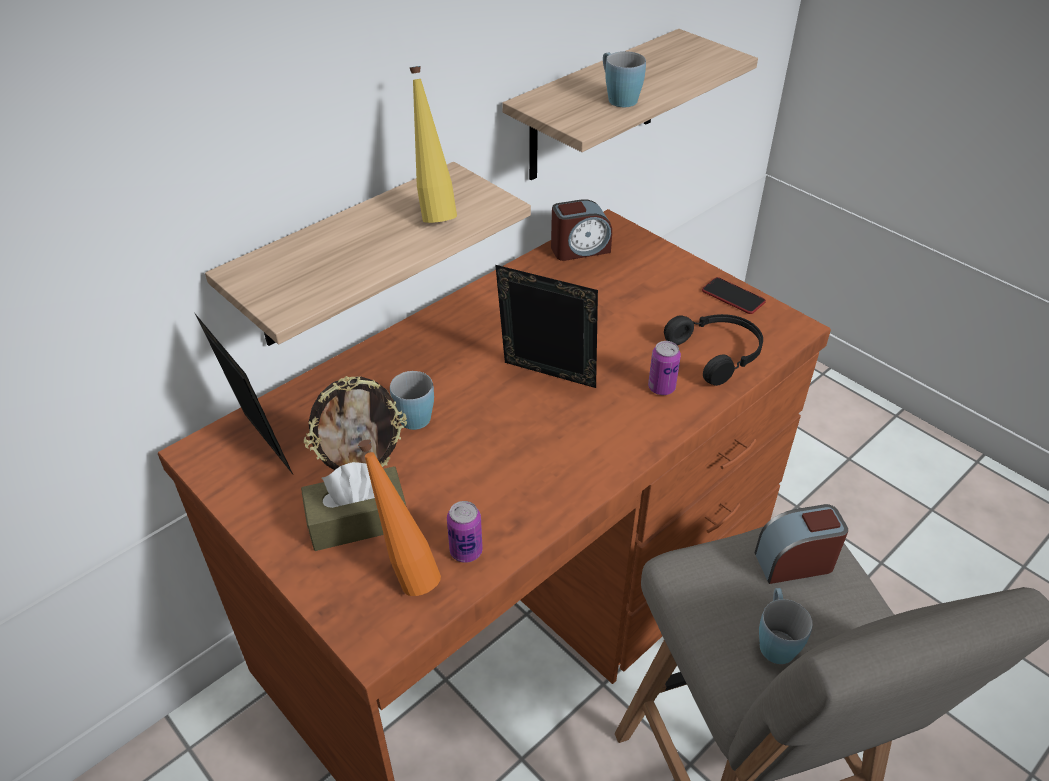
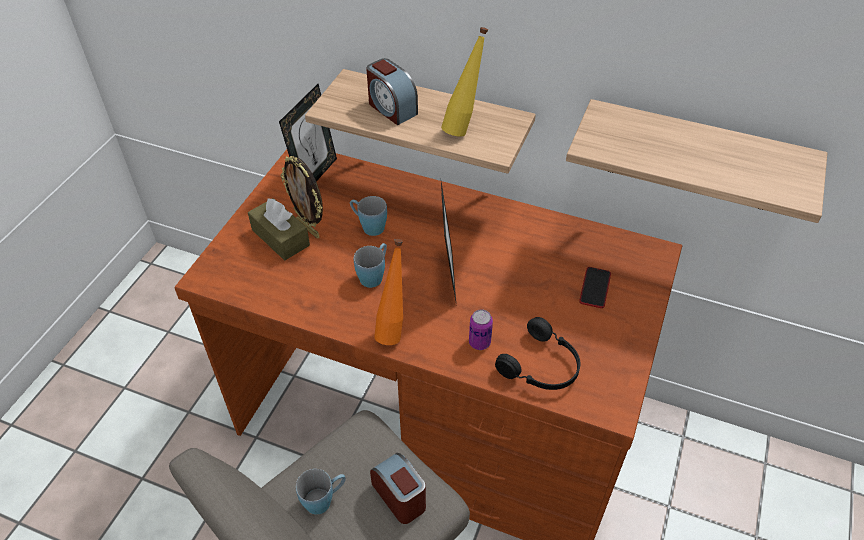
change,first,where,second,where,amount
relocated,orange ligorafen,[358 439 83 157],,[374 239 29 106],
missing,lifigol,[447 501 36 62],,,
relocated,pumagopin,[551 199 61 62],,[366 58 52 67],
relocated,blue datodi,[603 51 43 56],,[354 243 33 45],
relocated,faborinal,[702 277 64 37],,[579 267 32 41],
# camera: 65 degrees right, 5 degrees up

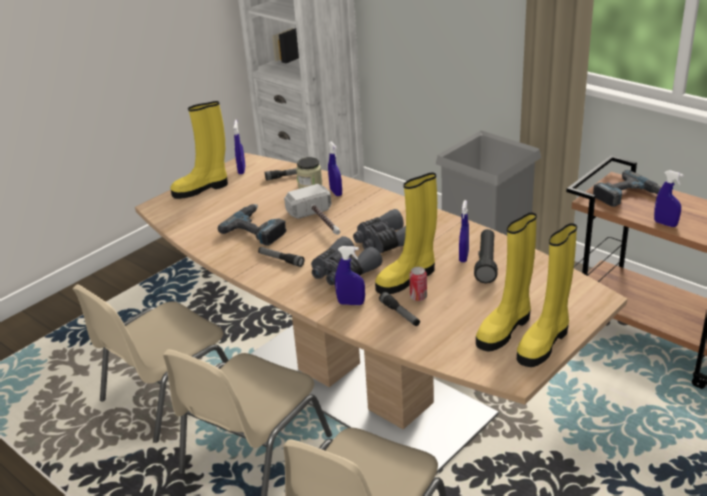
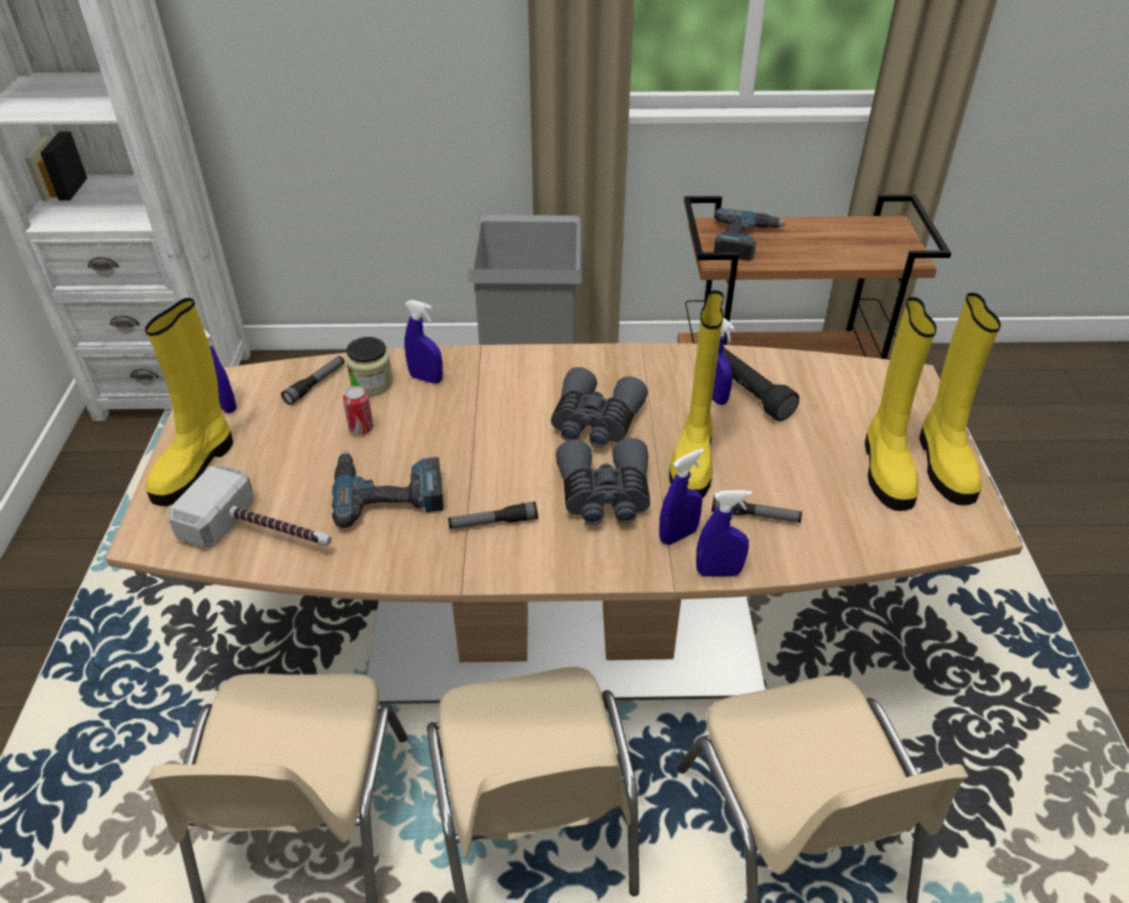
change,first,where,second,where,amount
relocated,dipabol,[284 184 56 51],,[168 466 164 81],
relocated,lifigol,[409 267 18 34],,[343 386 31 49],
relocated,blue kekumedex,[654 170 30 57],,[696 490 56 87],
# camera: 45 degrees left, 10 degrees up

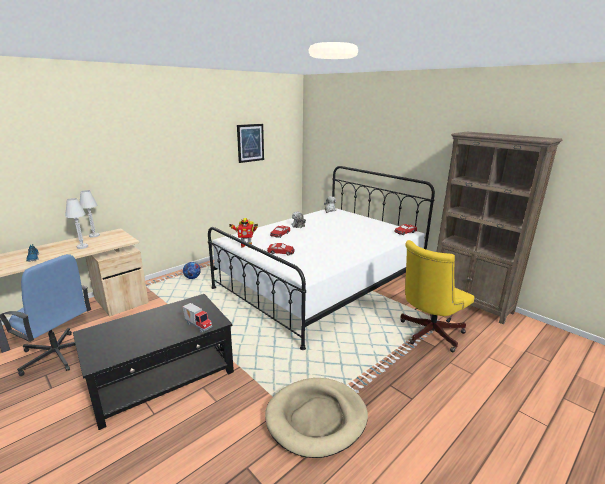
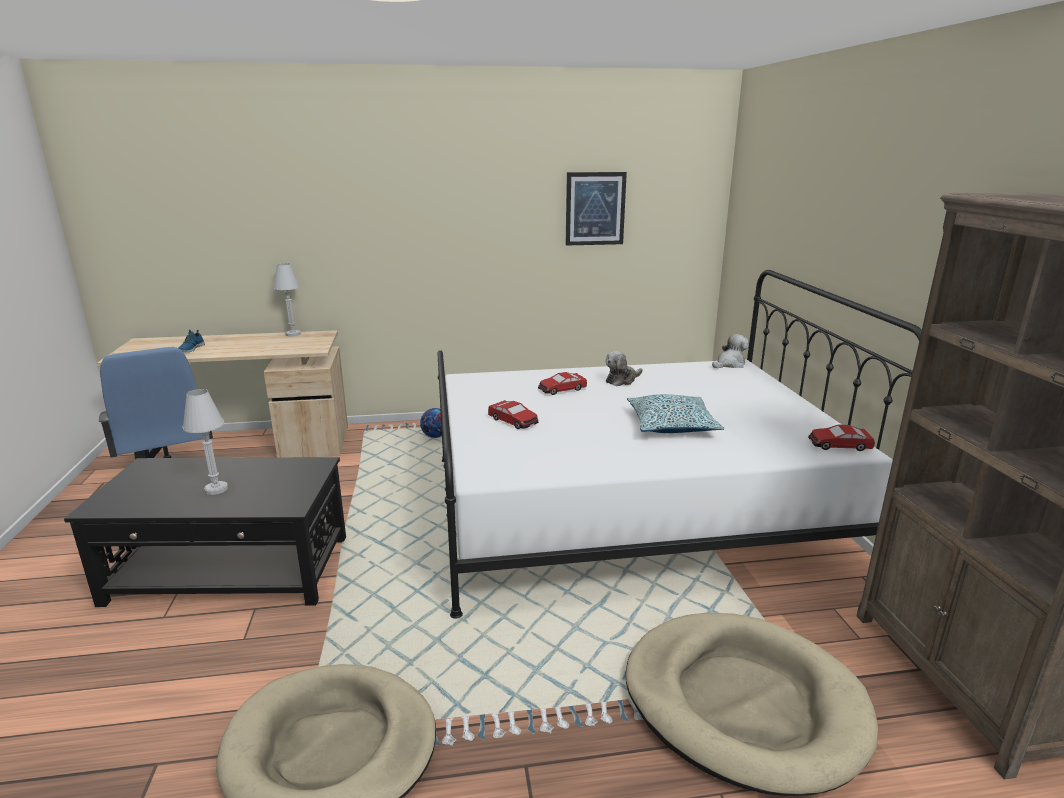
change,first,where,second,where,amount
relocated,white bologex,[65 198 23 51],,[182 389 46 106],
missing,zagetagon,[183 303 29 30],,,
missing,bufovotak,[229 218 29 30],,,
exchanged,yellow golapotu,[400 240 74 112],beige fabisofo,[626 613 252 183],
appeared,,,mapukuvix,[627 394 98 39],
# camera: 35 degrees right, 0 degrees up

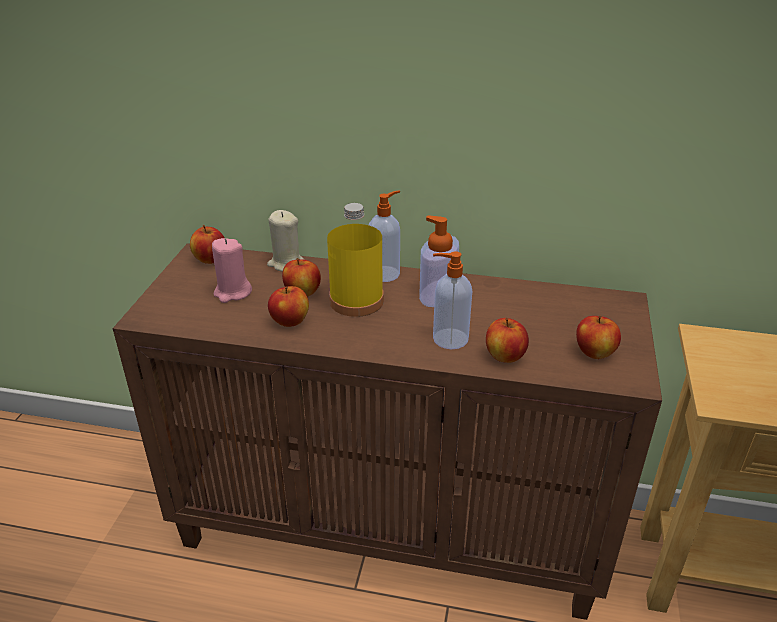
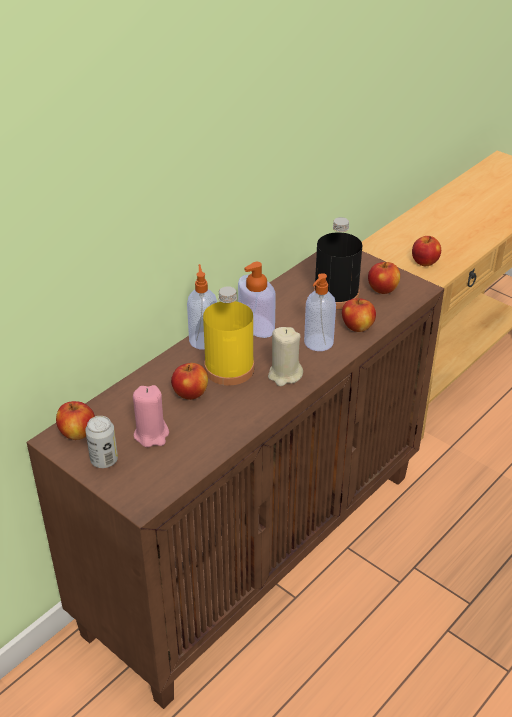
change,first,where,second,where,amount
relocated,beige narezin,[267 210 37 62],,[268 327 35 59],
relocated,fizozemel,[268 286 41 41],,[412 236 29 30],
appeared,,,lifigol,[85 416 33 52],
appeared,,,black ligorafen,[314 217 48 93],
# camera: 60 degrees left, 5 degrees up

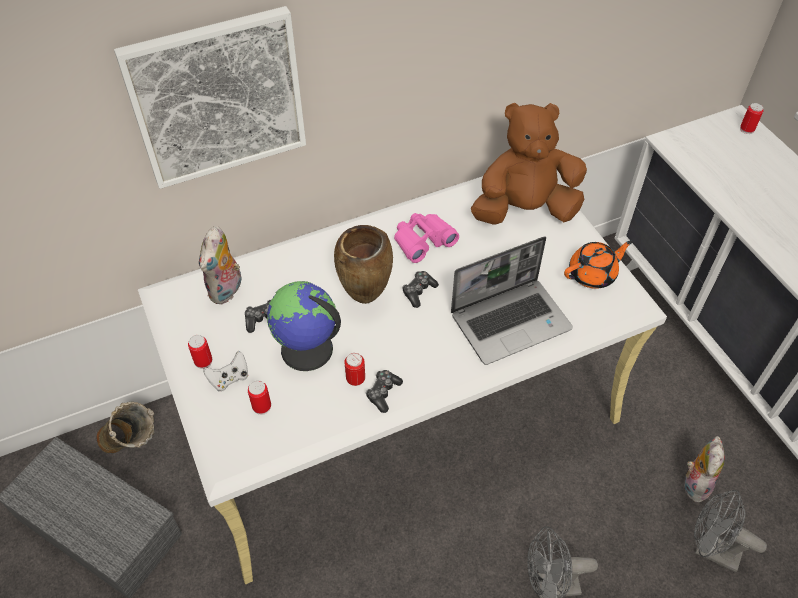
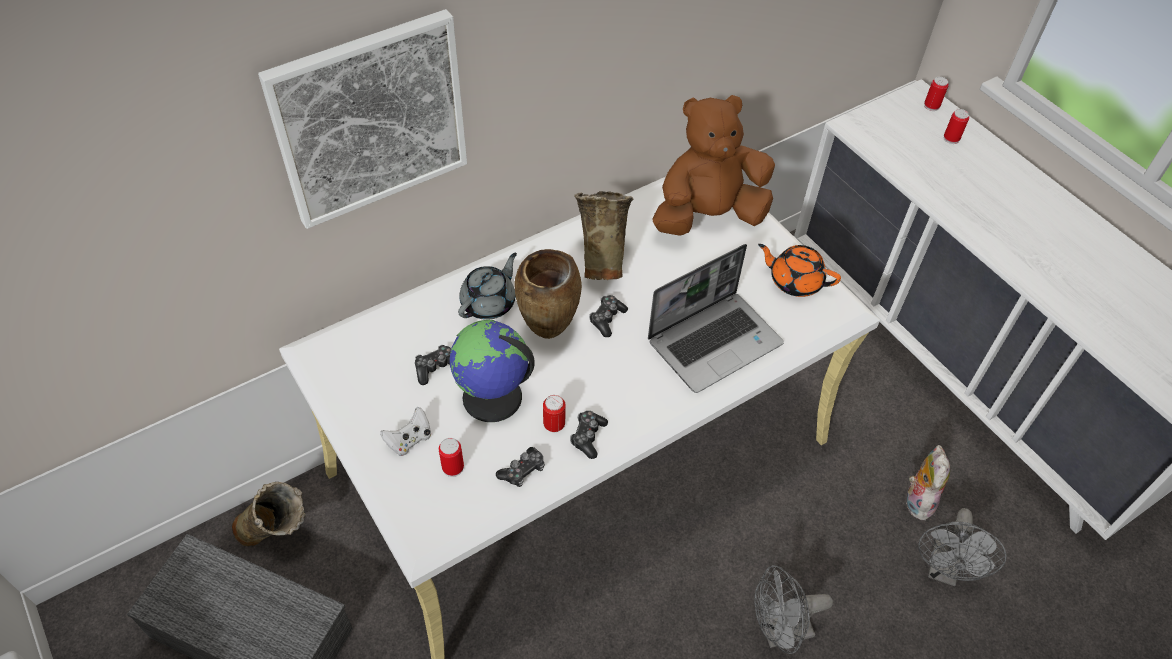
change,first,where,second,where,amount
relocated,lifigol,[188 335 24 34],,[944 109 25 35],
missing,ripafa,[199 226 42 78],,,
exchanged,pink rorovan,[394 213 65 50],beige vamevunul,[574 191 60 89],
spun,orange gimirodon,[564 241 69 48],,[758 244 83 53],120 degrees counterclockwise
spun,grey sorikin,[694 490 73 82],,[918 508 89 78],90 degrees counterclockwise
appeared,,,grey gimirodon,[458 252 59 68],
appeared,,,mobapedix,[496 447 49 40],
# camera: 10 degrees left, 0 degrees up

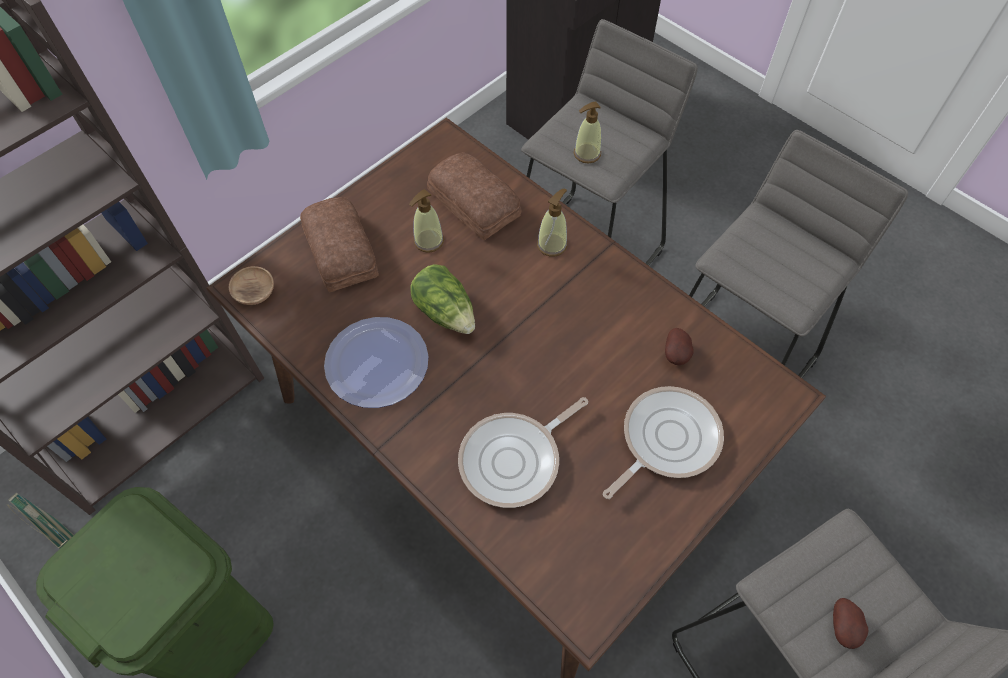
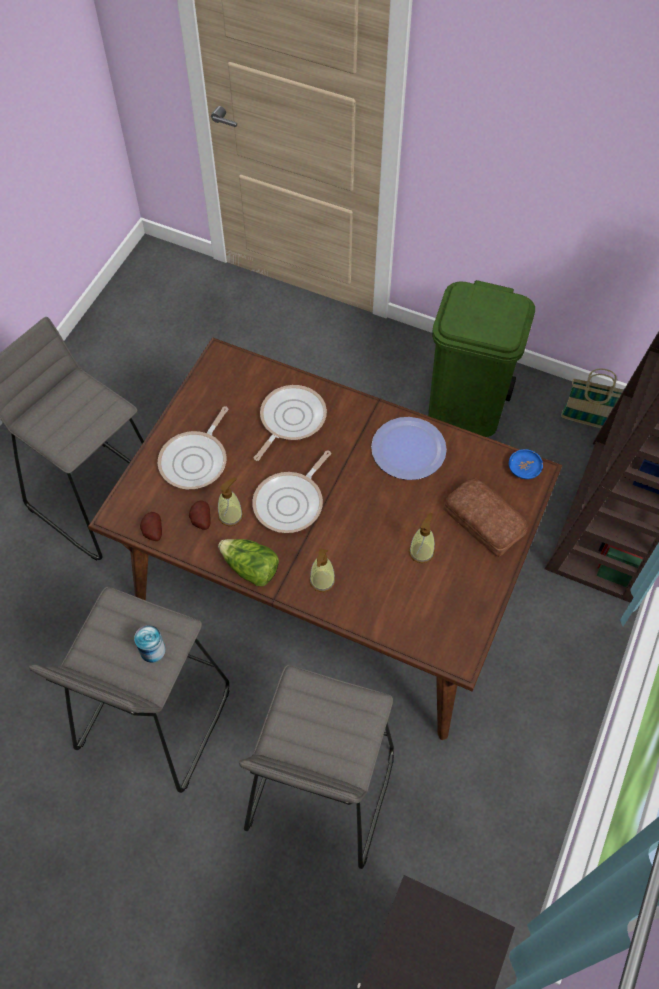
change,first,where,second,where,amount
colour,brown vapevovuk,[229 266 45 39],blue vapevovuk,[509 449 34 30],
relocated,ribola,[410 264 65 70],,[218 539 61 47],
missing,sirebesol,[427 152 94 88],,,
relocated,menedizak,[574 102 28 61],,[218 477 25 49],
relocated,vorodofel,[833 598 36 51],,[140 512 22 29],
appeared,,,lifigol,[134 625 32 38],
appeared,,,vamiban,[252 451 79 82],
# camera: 160 degrees right, 0 degrees up

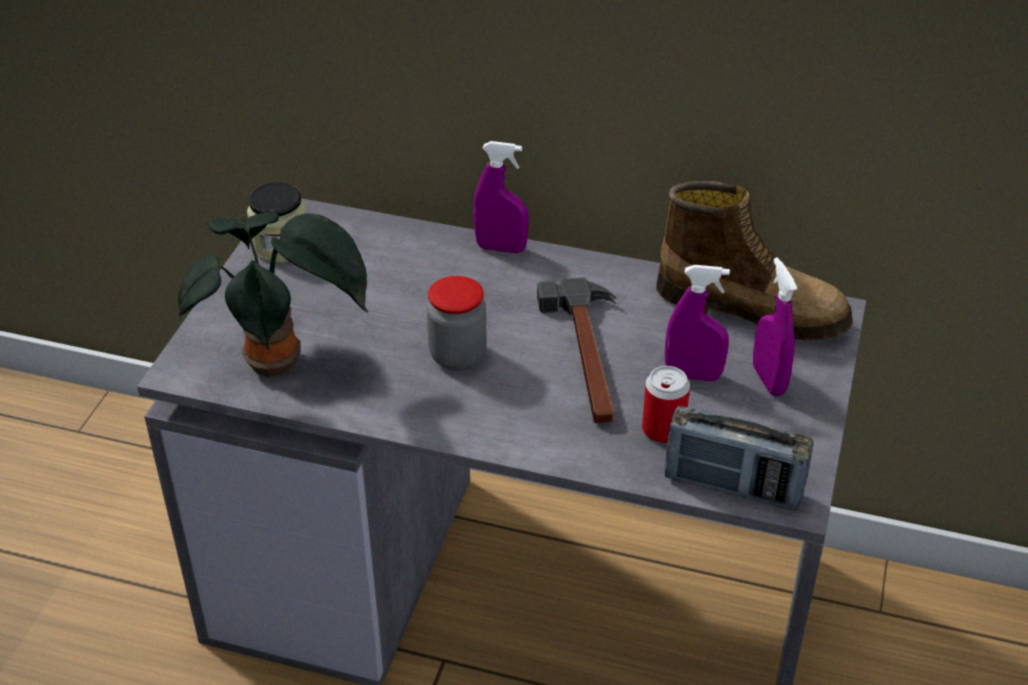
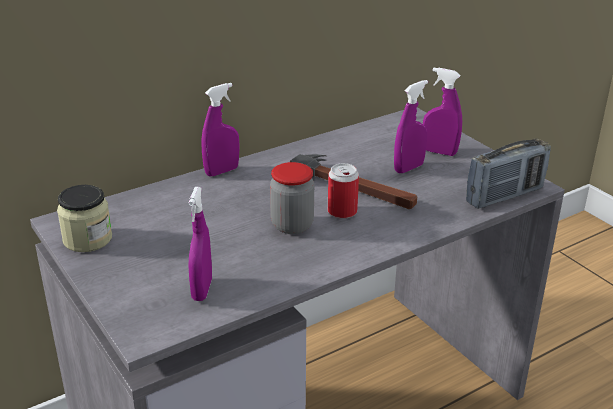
change,first,where,second,where,amount
exchanged,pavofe,[178 212 190 165],purple kekumedex,[188 187 24 114],
relocated,lifigol,[642 366 48 77],,[328 163 31 56],
missing,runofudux,[656 181 197 159],,,
# camera: 50 degrees left, 10 degrees down

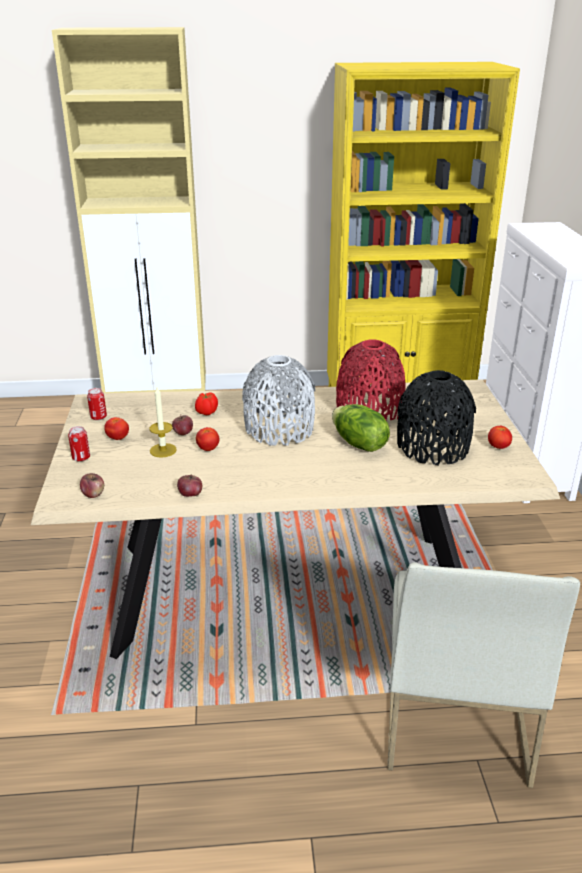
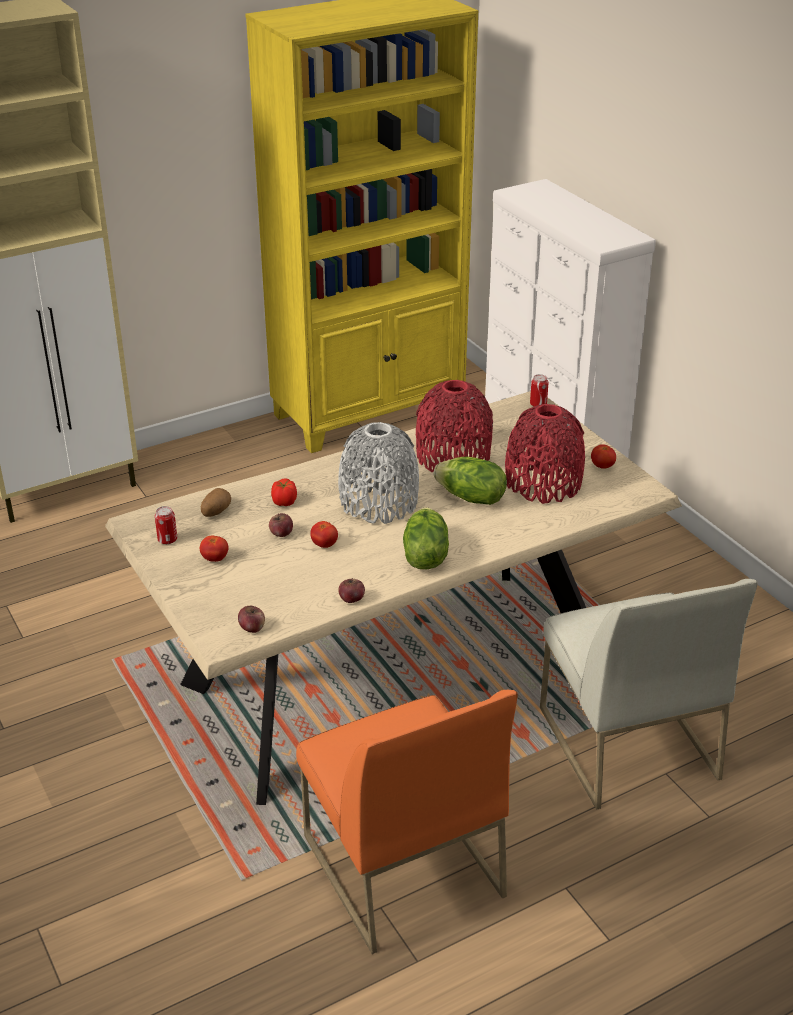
change,first,where,second,where,amount
relocated,lifigol,[68 426 22 36],,[530 374 18 32],
missing,narezin,[149 387 28 71],,,
colour,black vamevunul,[397 370 79 96],red vamevunul,[505 404 80 100],
appeared,,,vorodofel,[201 488 30 29],
appeared,,,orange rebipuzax,[296 690 222 264],
appeared,,,ribola,[403 507 46 62],
# camera: 25 degrees left, 5 degrees up

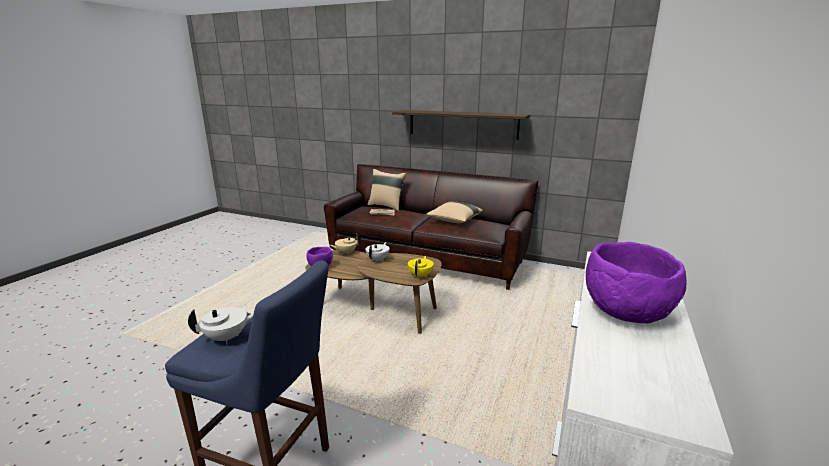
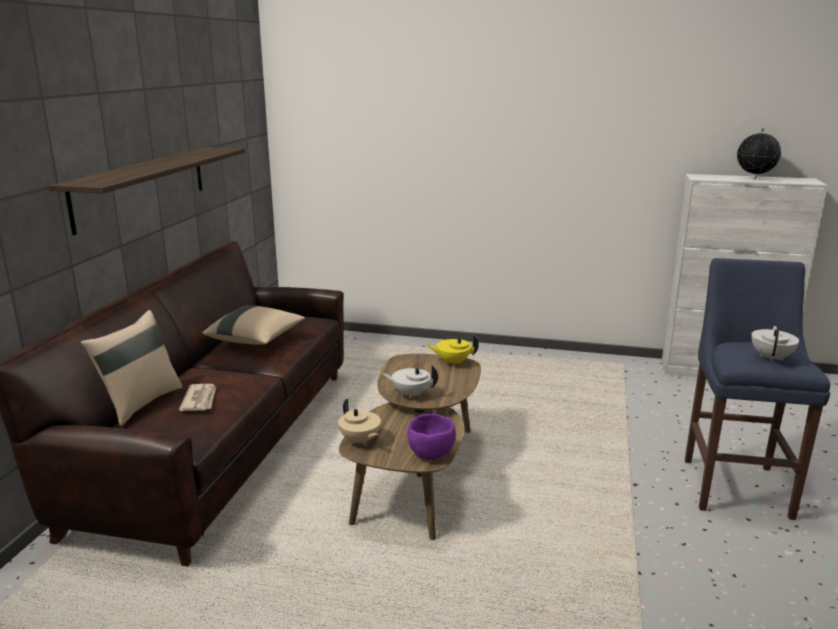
change,first,where,second,where,amount
spun,white gimirodon,[188 307 66 37],,[751 326 48 36],60 degrees clockwise
exchanged,purple vapevovuk,[586 242 101 81],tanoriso,[737 128 44 52],
# camera: 100 degrees left, 0 degrees up

